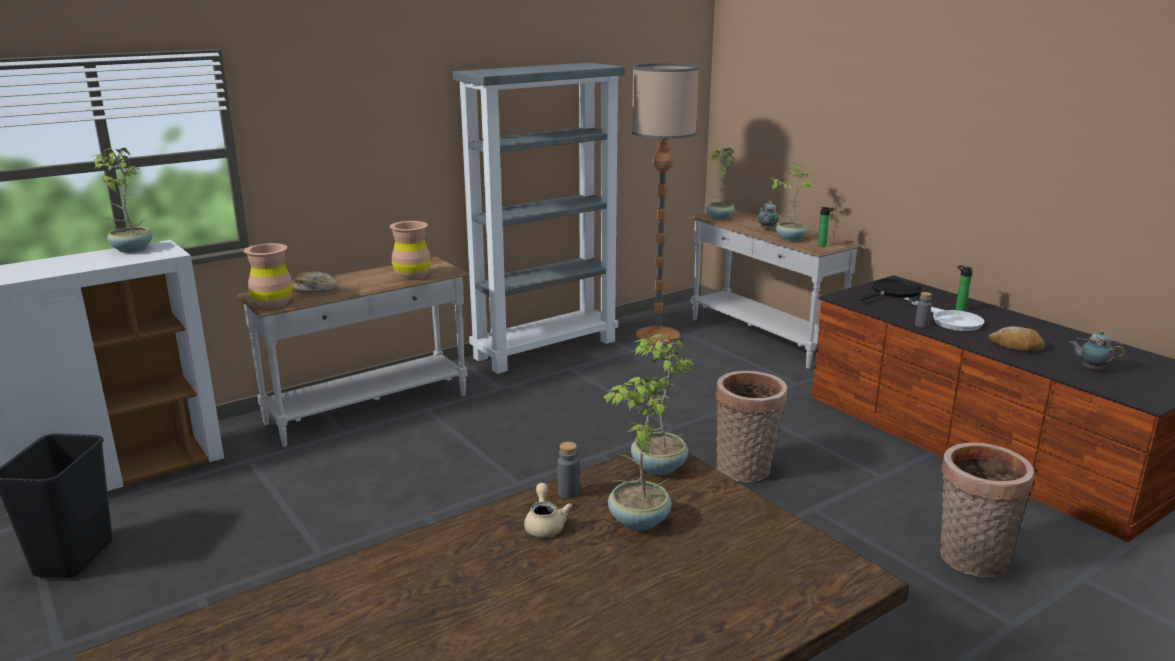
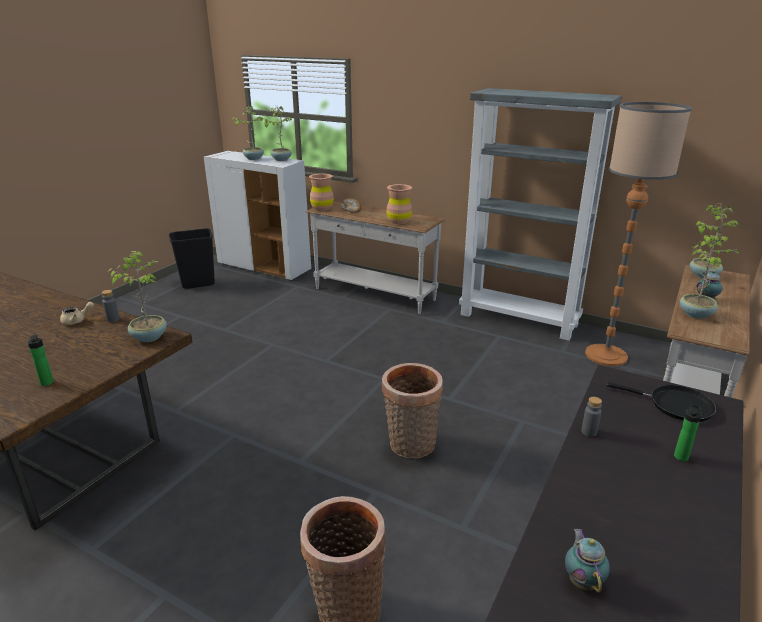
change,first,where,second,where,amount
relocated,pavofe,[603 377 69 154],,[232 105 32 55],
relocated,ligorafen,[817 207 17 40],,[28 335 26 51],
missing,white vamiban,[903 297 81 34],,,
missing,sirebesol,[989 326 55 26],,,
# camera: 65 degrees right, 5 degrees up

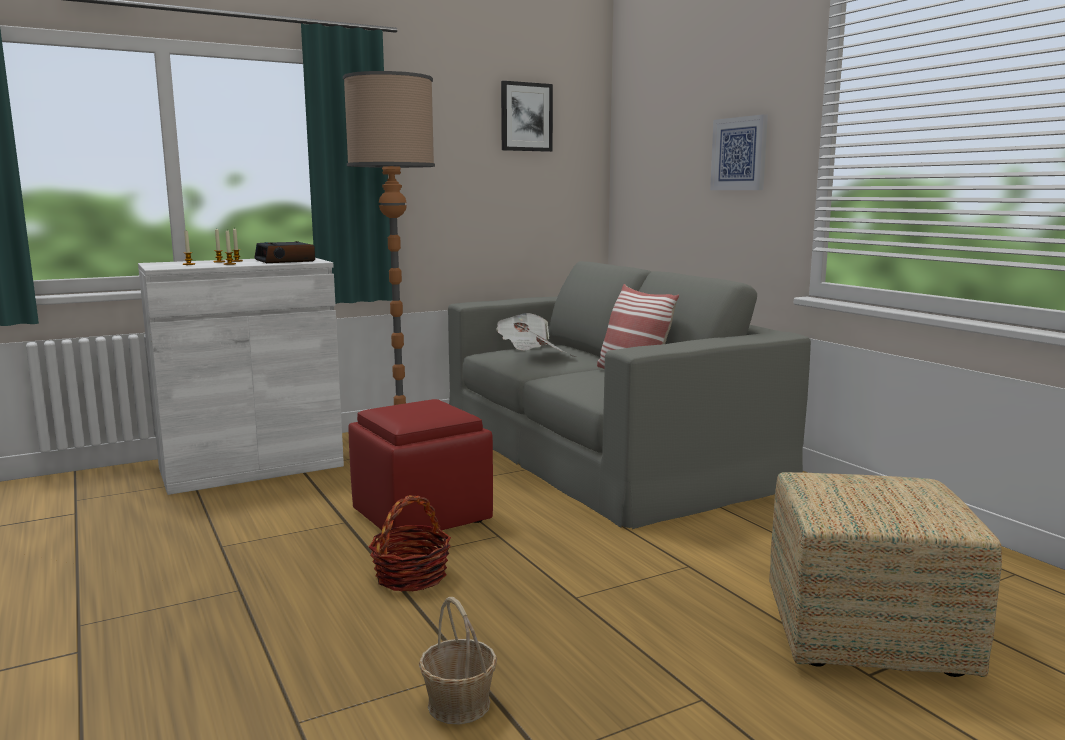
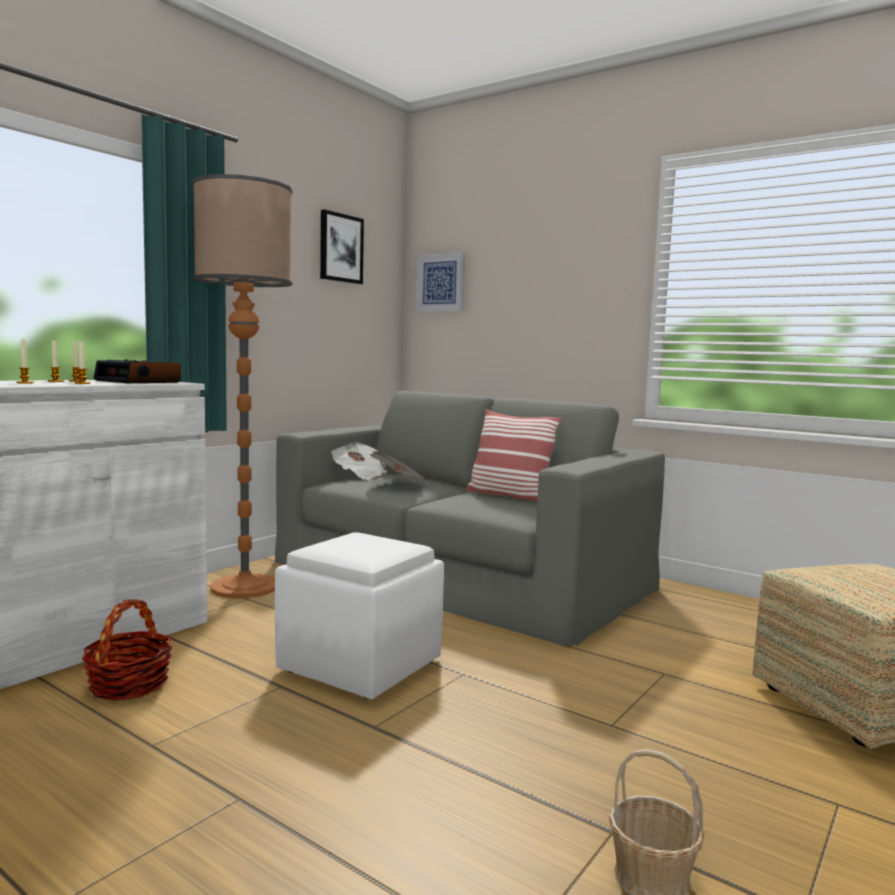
change,first,where,second,where,amount
colour,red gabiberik,[349 399 144 142],white gabiberik,[275 532 169 167],
relocated,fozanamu,[369 495 82 97],,[82 599 91 101],
relocated,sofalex,[710 114 58 76],,[416 252 49 60],
# camera: 25 degrees left, 5 degrees down

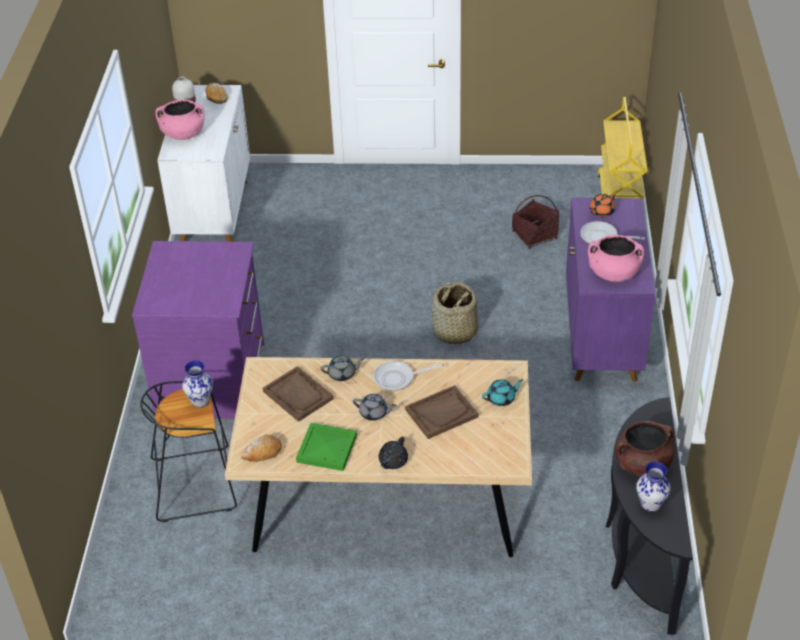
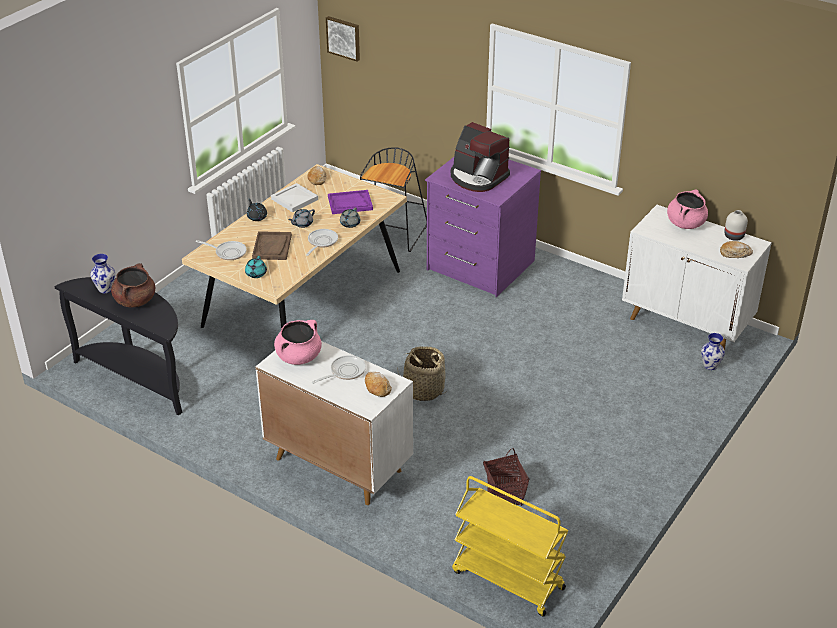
change,first,where,second,where,amount
relocated,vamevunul,[182 360 31 47],,[701 333 24 37],
colour,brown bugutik,[263 366 71 56],purple bugutik,[328 190 45 24],
colour,green bugutik,[296 423 61 48],white bugutik,[271 183 47 29],
colour,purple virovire,[566 198 89 184],white virovire,[255 341 158 164],
exchanged,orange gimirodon,[589 193 27 24],sirebesol,[365 372 27 25],
appeared,,,vamiban,[196 240 51 20],
appeared,,,sofalex,[326 16 34 45],
appeared,,,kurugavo,[451 122 59 70],
# camera: 120 degrees right, 5 degrees down

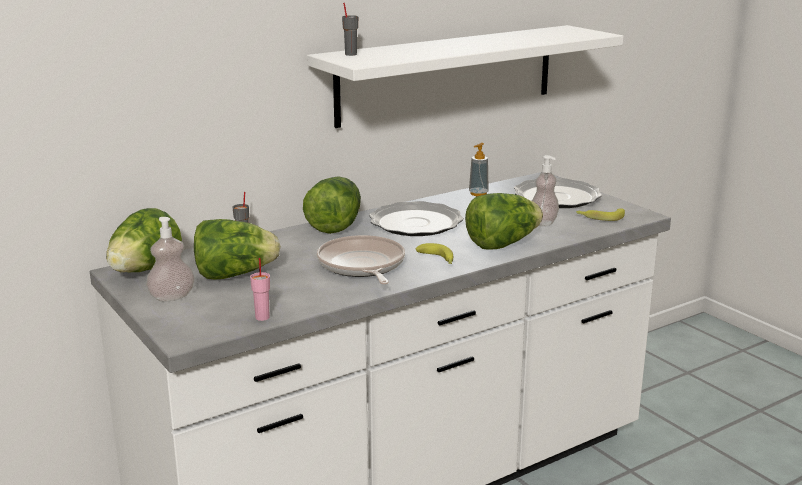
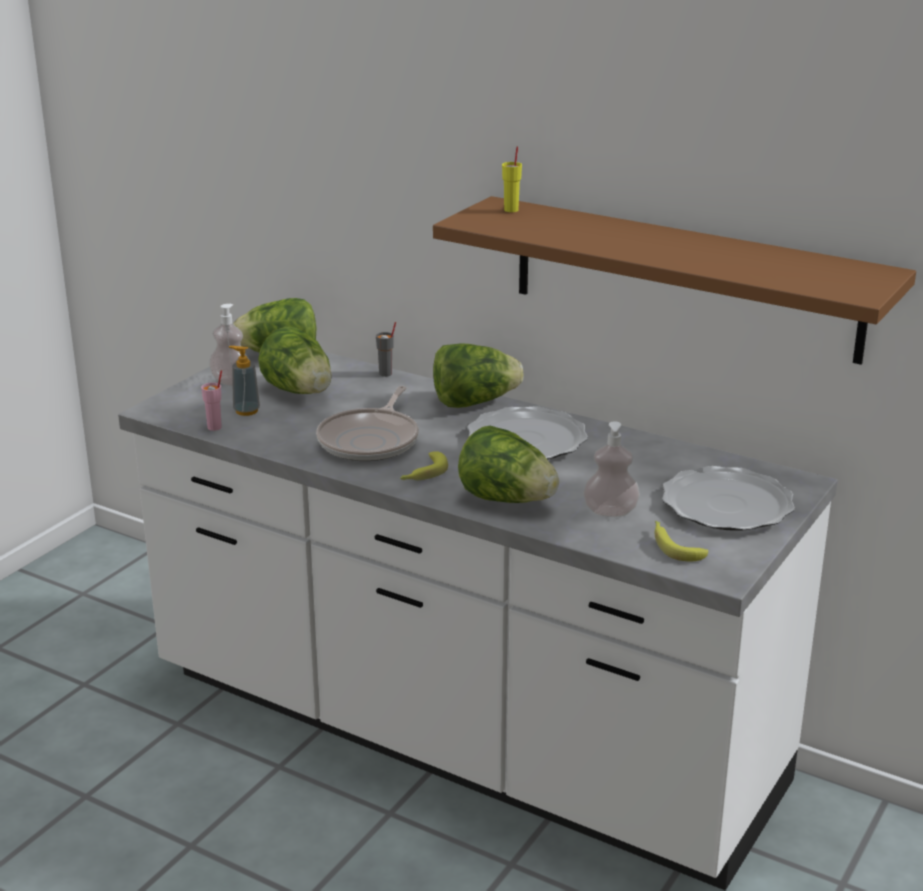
change,first,where,second,where,amount
colour,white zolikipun,[307 25 317 103],brown zolikipun,[433 196 483 169],
spun,vamiban,[317 235 88 49],,[316 386 103 75],150 degrees clockwise
colour,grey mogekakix,[342 3 16 53],yellow mogekakix,[502 146 20 66],
relocated,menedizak,[469 143 20 53],,[229 346 31 70],
# camera: 65 degrees right, 5 degrees up

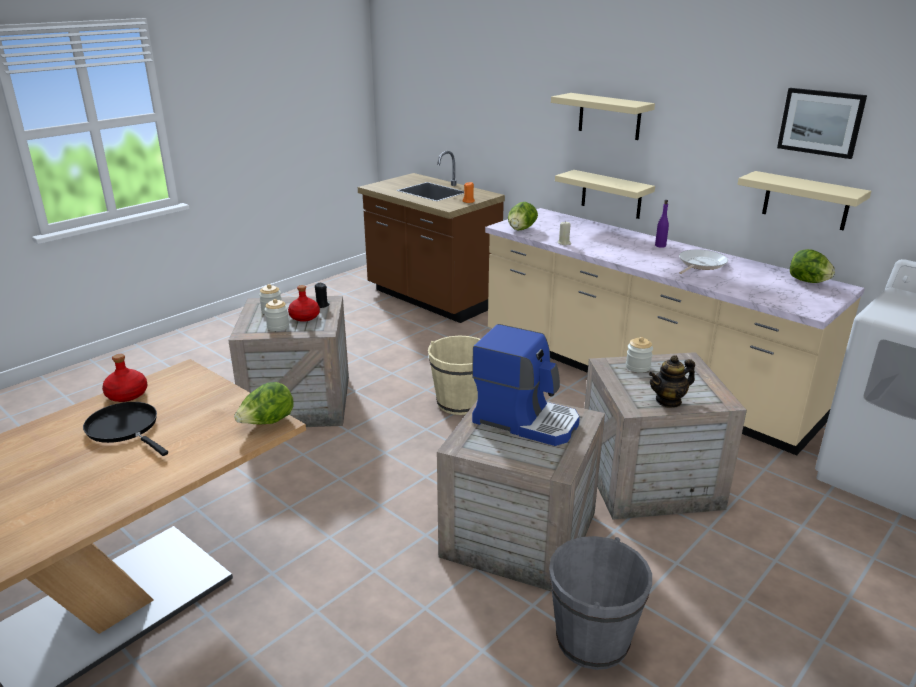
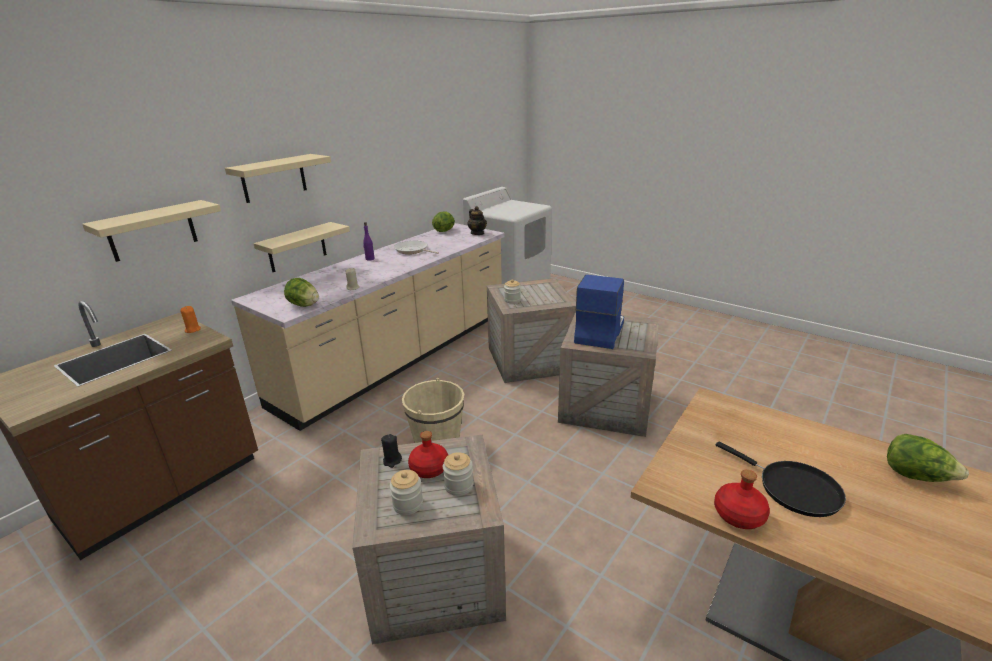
change,first,where,second,where,amount
spun,black vamiban,[83 402 85 54],,[716 442 130 75],75 degrees counterclockwise
relocated,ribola,[234 382 60 42],,[887 434 82 48],
missing,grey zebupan,[549 536 103 134],,,
relocated,gimirodon,[649 355 46 53],,[467 206 20 29],
relocated,beige zolikipun,[737 171 134 59],,[82 200 139 62],
missing,sofalex,[777 88 90 71],,,
# camera: 95 degrees left, 0 degrees up

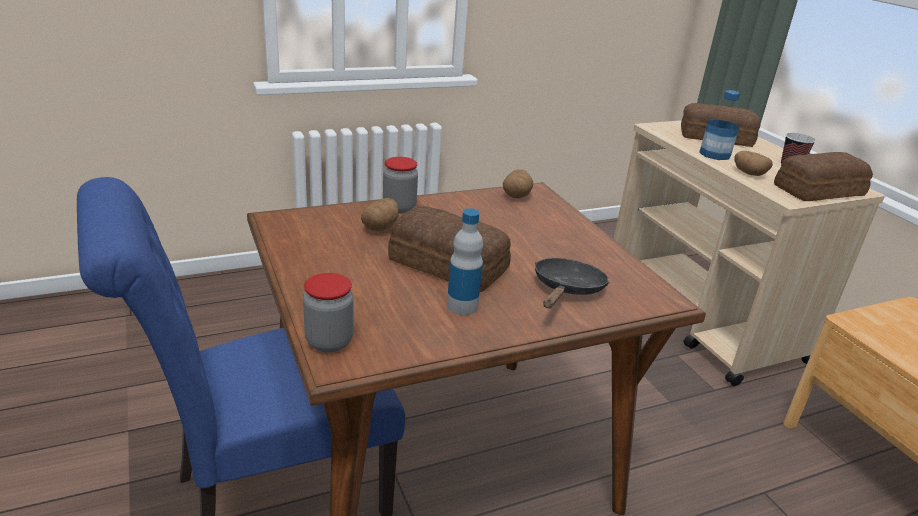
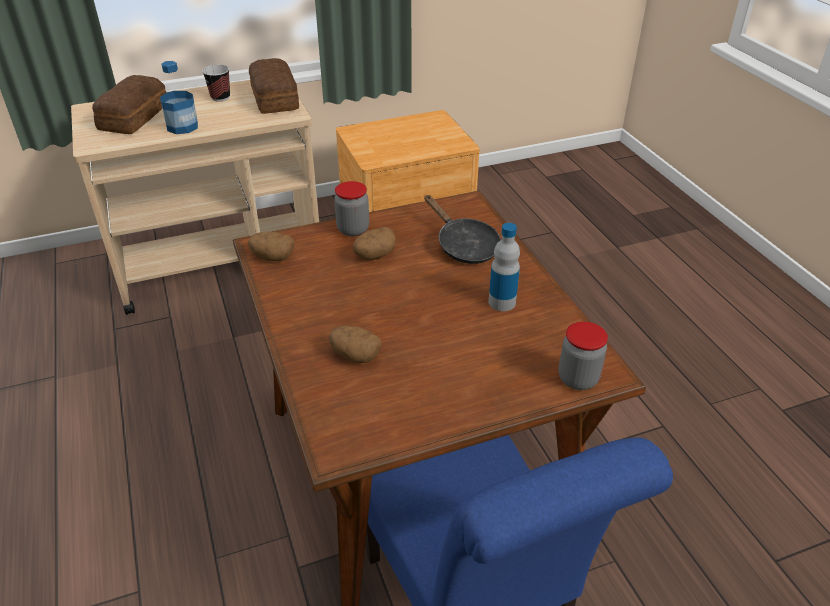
change,first,where,second,where,amount
relocated,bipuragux,[383 157 35 56],,[334 181 35 55],
missing,sirebesol,[388 206 123 86],,,
spun,black vamiban,[535 258 74 50],,[424 195 77 69],150 degrees counterclockwise
relocated,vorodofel,[734 151 39 25],,[353 227 43 33],
# camera: 85 degrees left, 10 degrees up

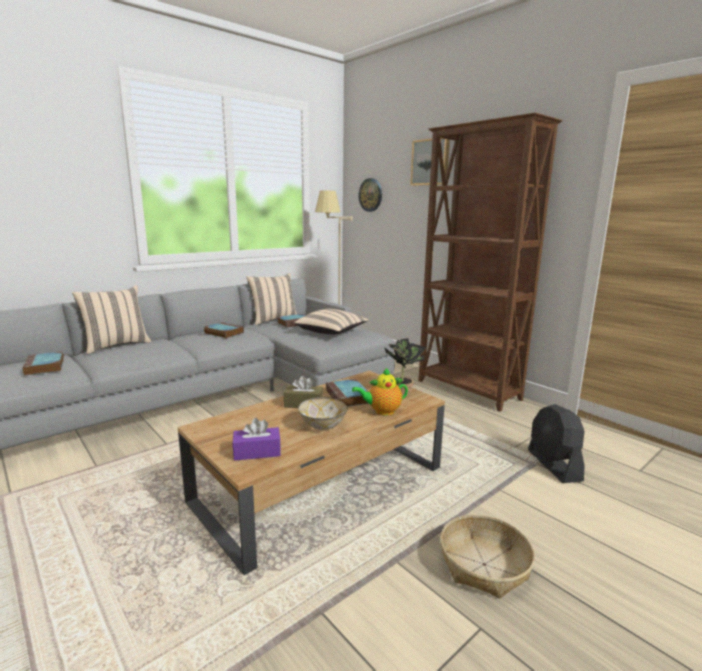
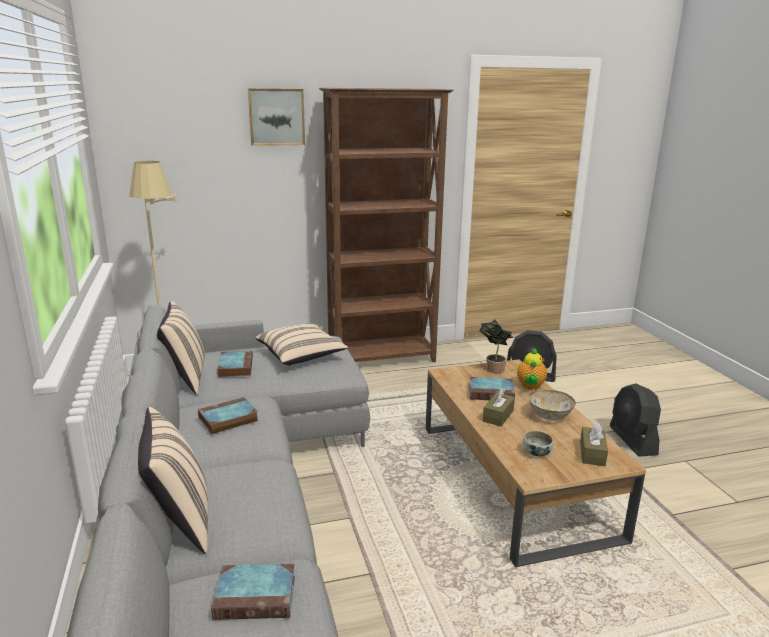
change,first,where,second,where,amount
colour,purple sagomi,[233 418 48 43],brown sagomi,[580 422 28 44],
missing,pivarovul,[359 178 23 34],,,
exchanged,fozanamu,[440 515 95 84],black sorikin,[610 383 51 74],
appeared,,,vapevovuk,[523 431 30 26],
# camera: 65 degrees left, 5 degrees up

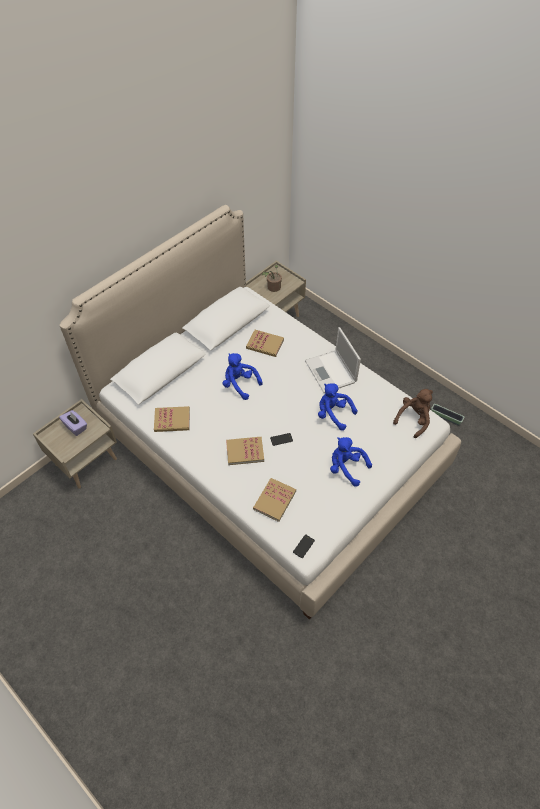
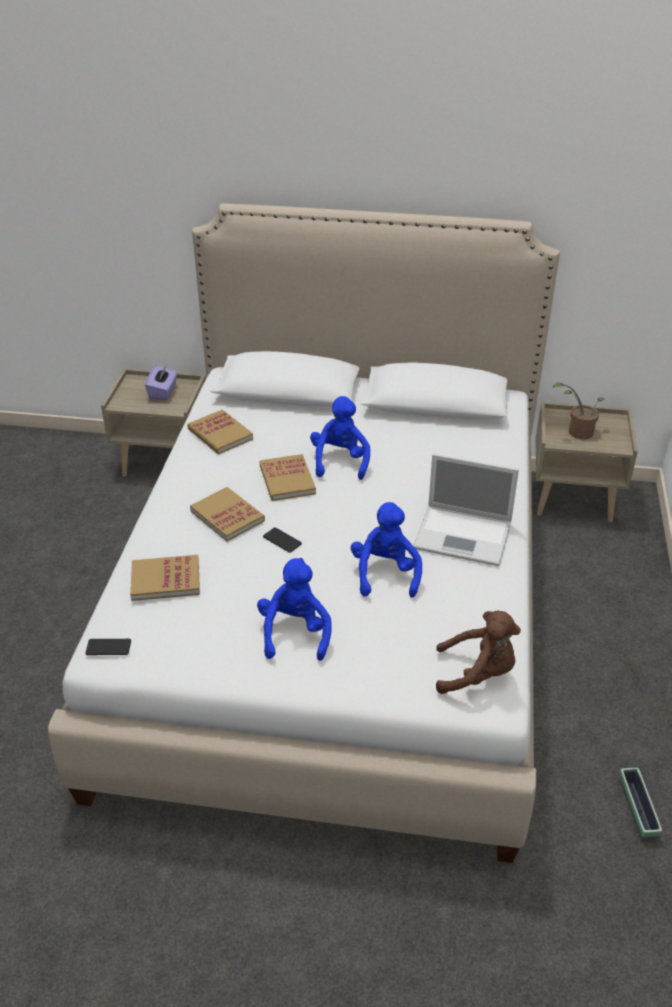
change,first,where,second,where,amount
relocated,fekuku,[246 330 38 27],,[260 454 56 47],
spun,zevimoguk,[305 327 56 66],,[413 453 106 113],105 degrees counterclockwise
# camera: 55 degrees right, 15 degrees down

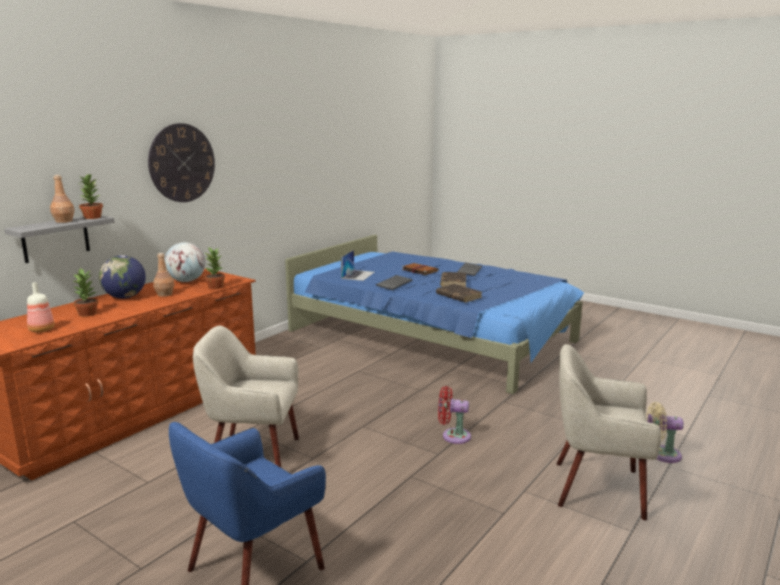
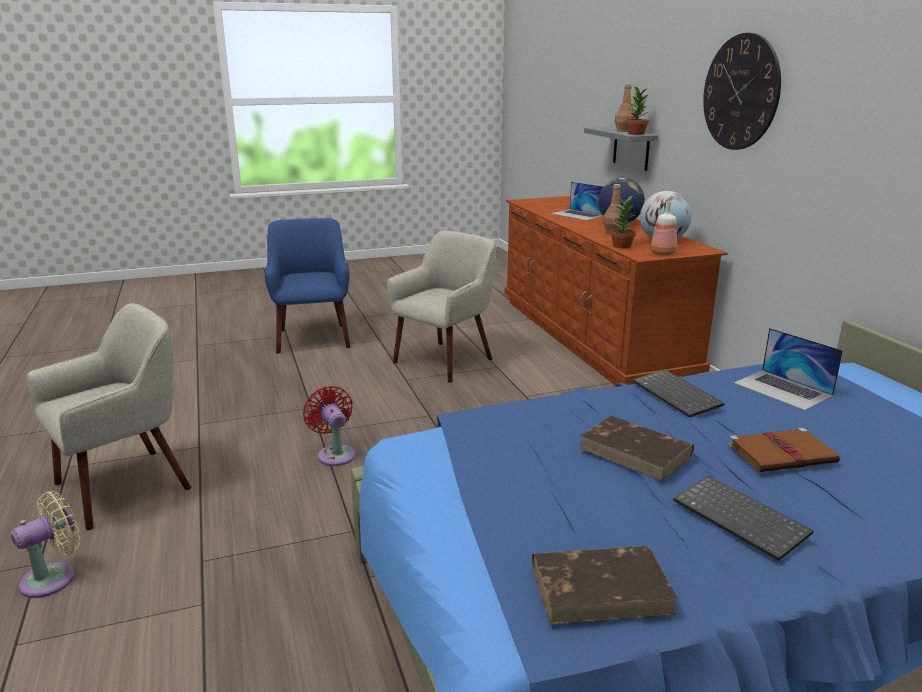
change,first,where,second,where,amount
relocated,ligorafen,[27 282 28 50],,[650 201 27 54],
exchanged,pavofe,[71 268 27 49],zevimoguk,[551 182 53 38],
relocated,brown fekuku,[436 284 46 18],,[532 546 146 78],
spun,red sorikin,[438 386 33 58],,[303 386 53 80],75 degrees counterclockwise
# camera: 125 degrees right, 5 degrees up

